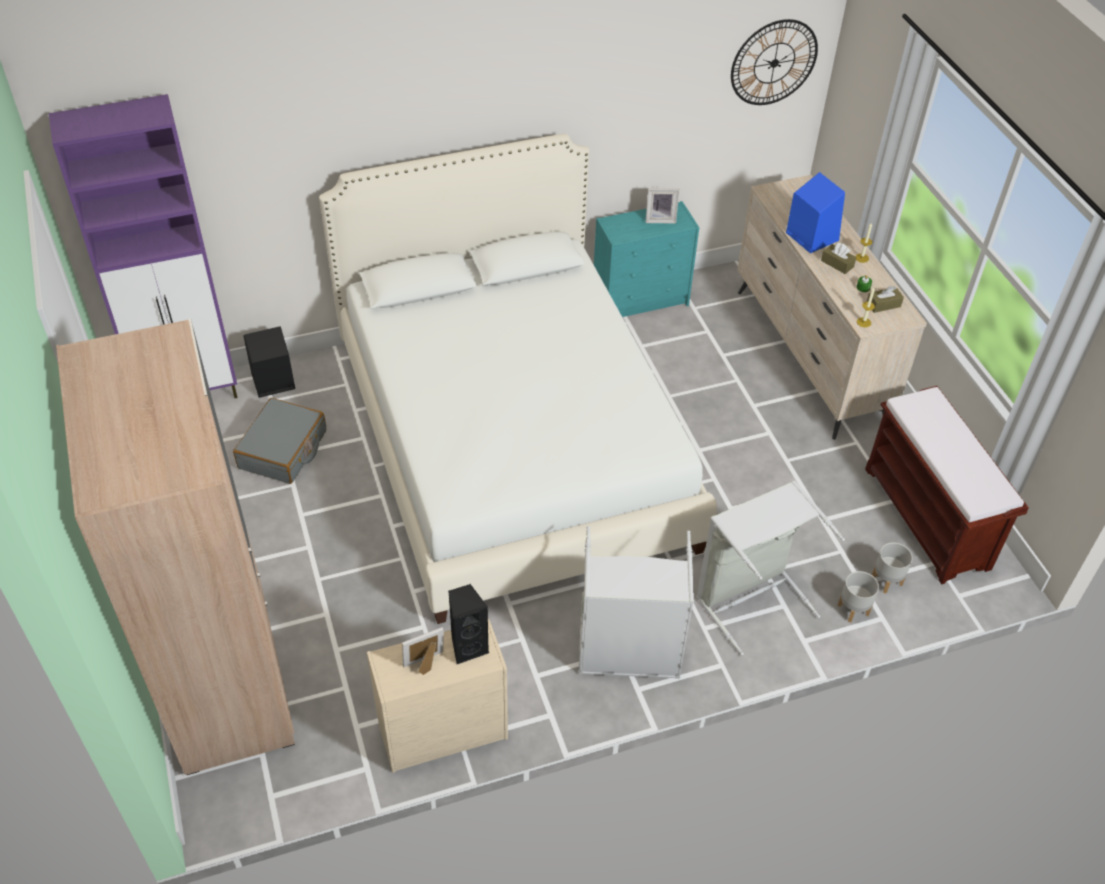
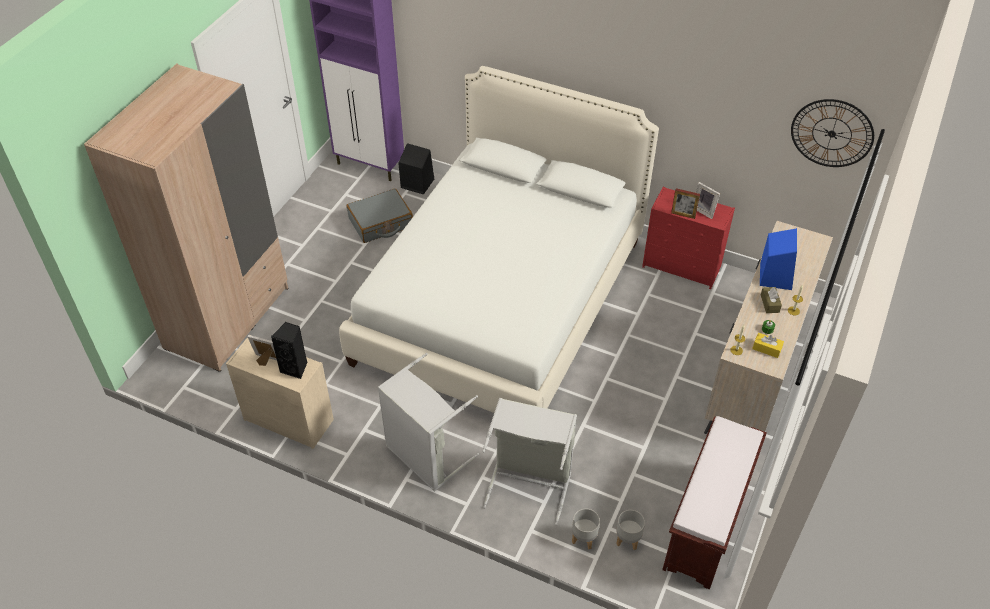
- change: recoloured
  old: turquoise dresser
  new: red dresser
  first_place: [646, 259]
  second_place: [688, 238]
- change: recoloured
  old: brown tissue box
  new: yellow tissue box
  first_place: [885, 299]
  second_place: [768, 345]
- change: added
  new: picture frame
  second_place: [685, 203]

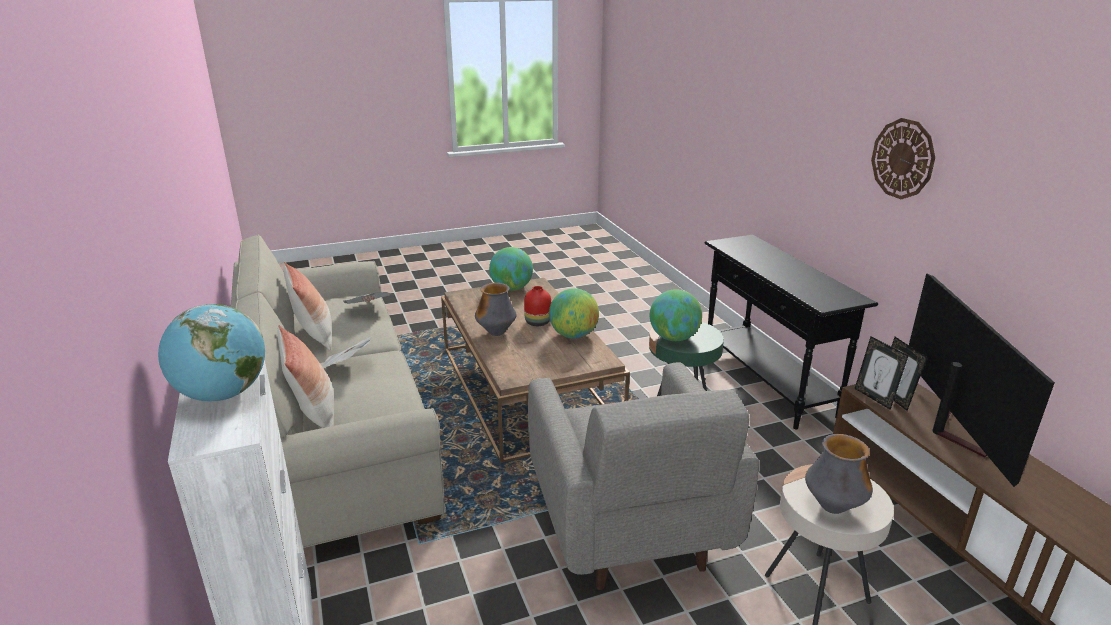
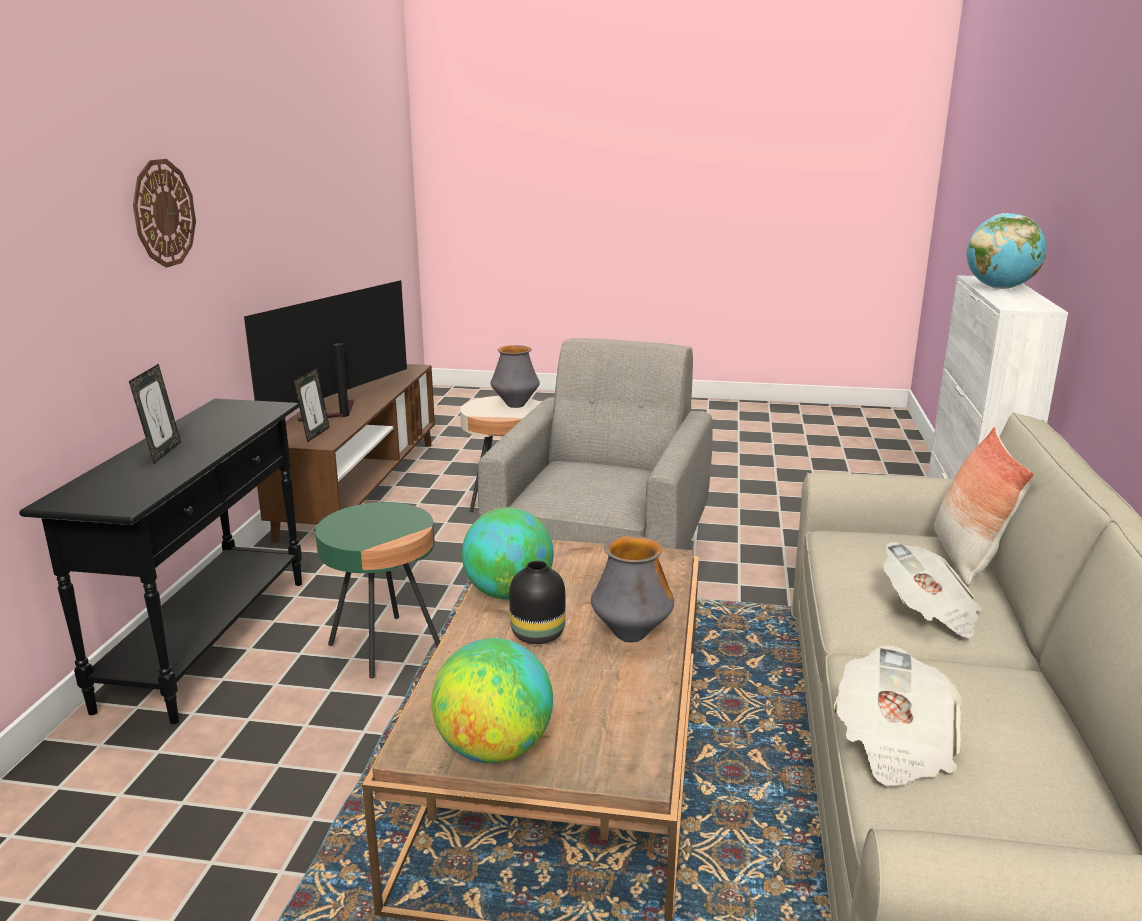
- change: removed
  old: pillow
  first_place: [307, 305]
- change: recoloured
  old: red vase
  new: black vase
  first_place: [537, 306]
  second_place: [537, 602]
- change: removed
  old: globe
  first_place: [676, 315]
- change: moved
  old: picture frame
  first_place: [882, 373]
  second_place: [155, 414]

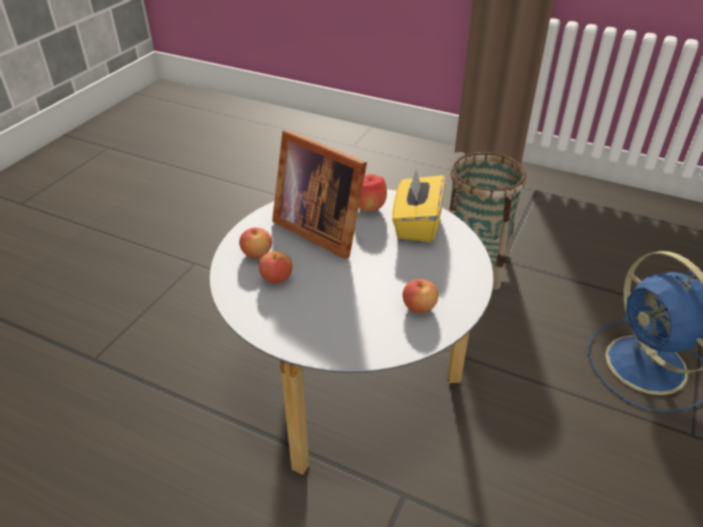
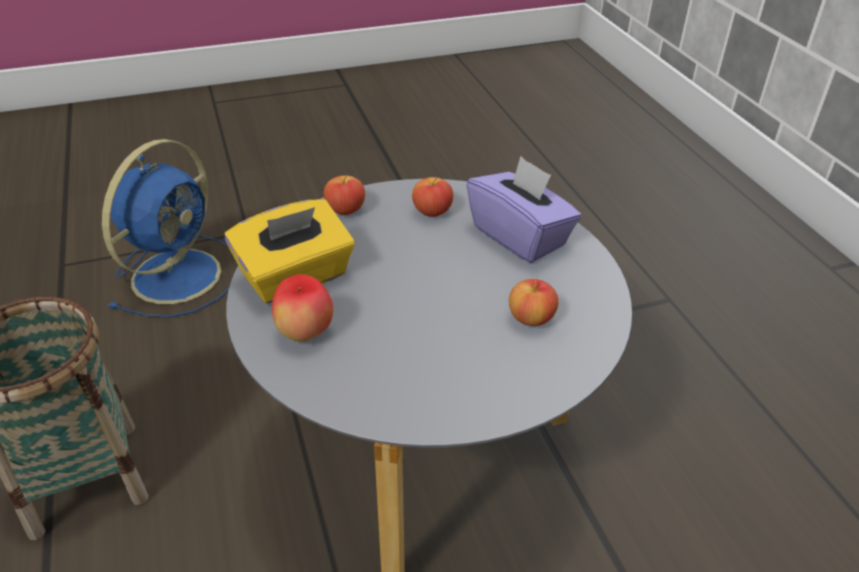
- change: removed
  old: picture frame
  first_place: [319, 194]
- change: moved
  old: apple
  first_place: [255, 243]
  second_place: [344, 195]
- change: added
  new: purple tissue box
  second_place: [524, 209]

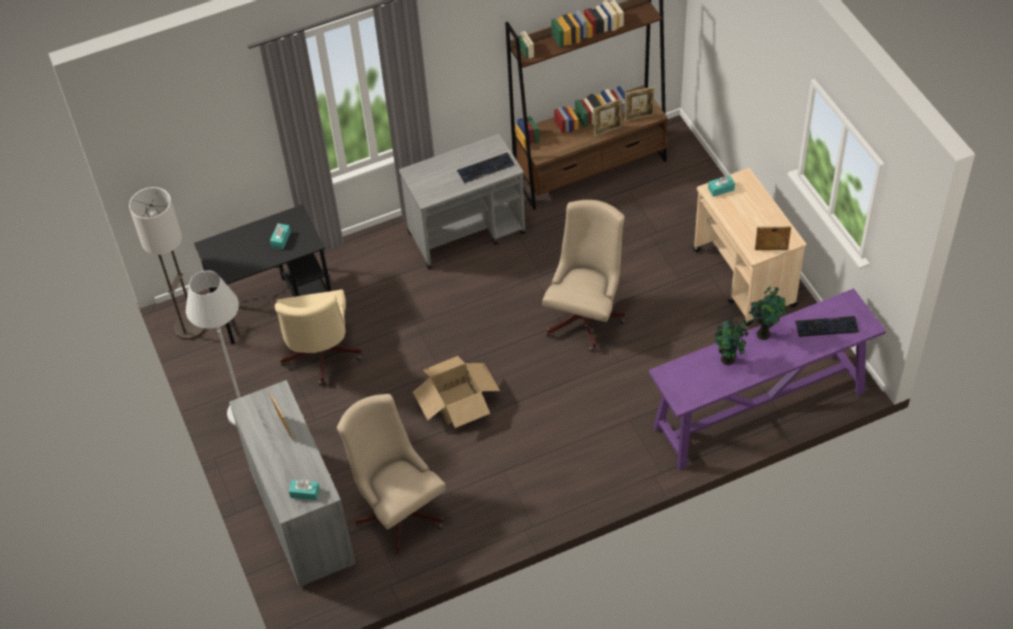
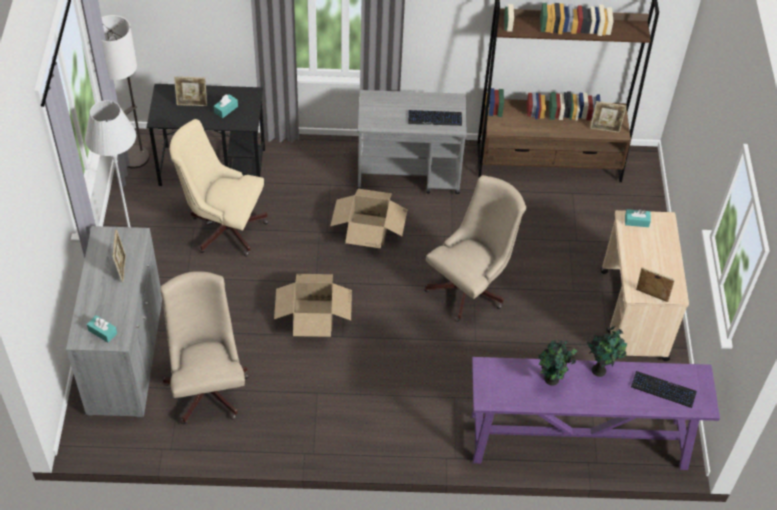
- change: moved
  old: picture frame
  first_place: [607, 117]
  second_place: [190, 91]
- change: turned
  old: beige office chair
  first_place: [318, 337]
  second_place: [219, 187]
  degrees: 90
- change: added
  new: cardboard box
  second_place: [368, 218]

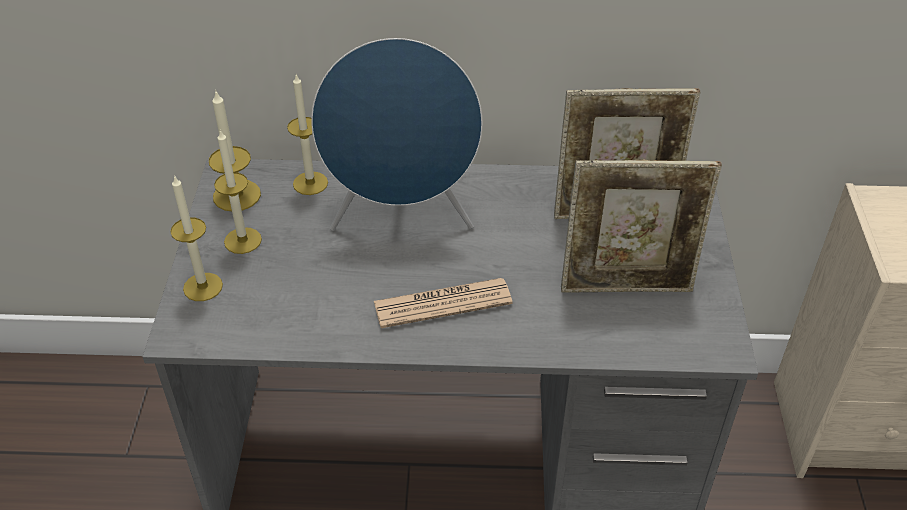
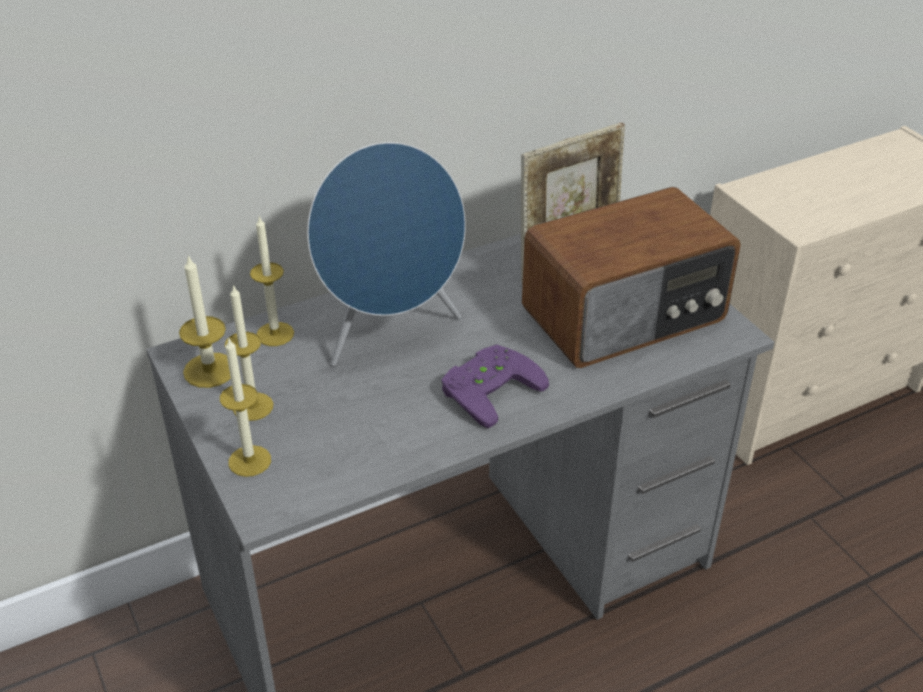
- change: replaced
  old: picture frame
  new: radio
  first_place: [641, 226]
  second_place: [631, 277]
- change: replaced
  old: newspaper
  new: purple game controller
  first_place: [443, 303]
  second_place: [495, 386]

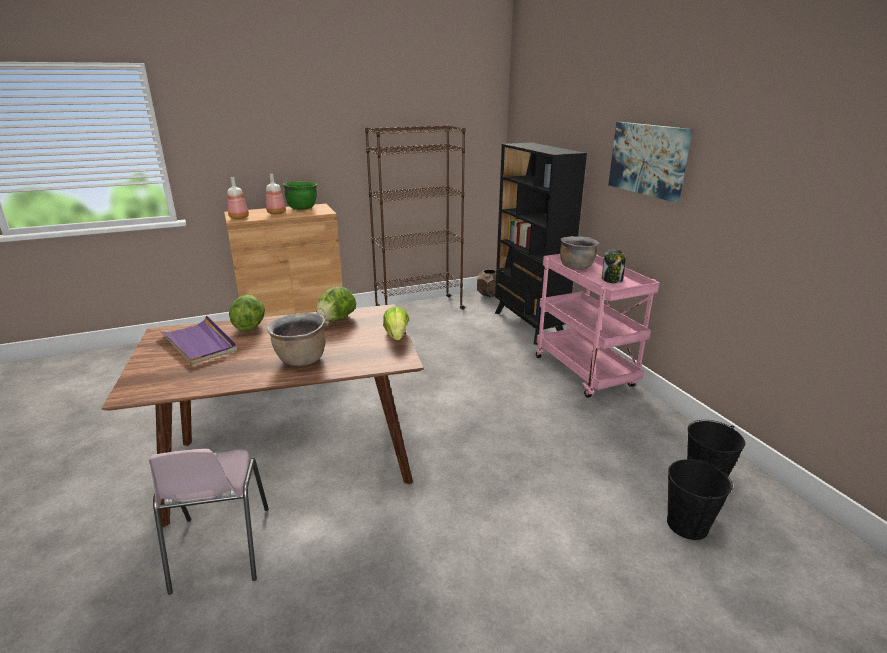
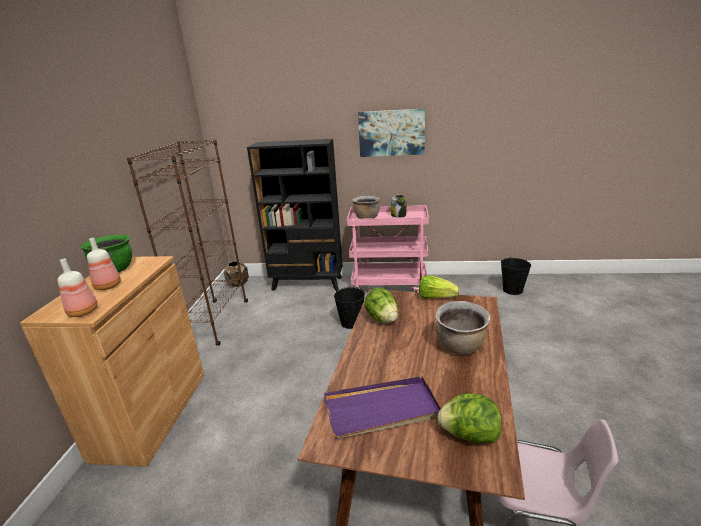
- change: moved
  old: lettuce
  first_place: [247, 313]
  second_place: [469, 418]
- change: moved
  old: black bucket
  first_place: [700, 498]
  second_place: [349, 308]

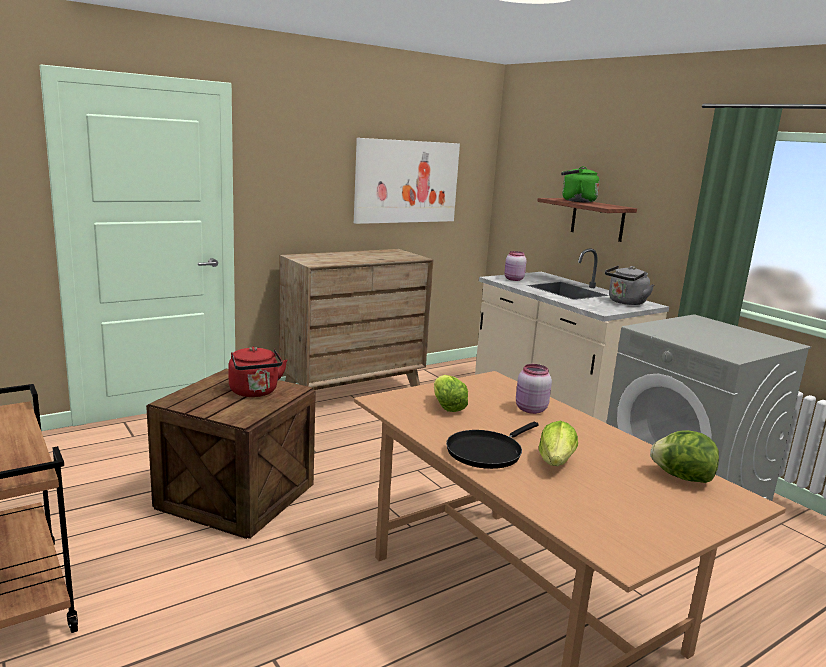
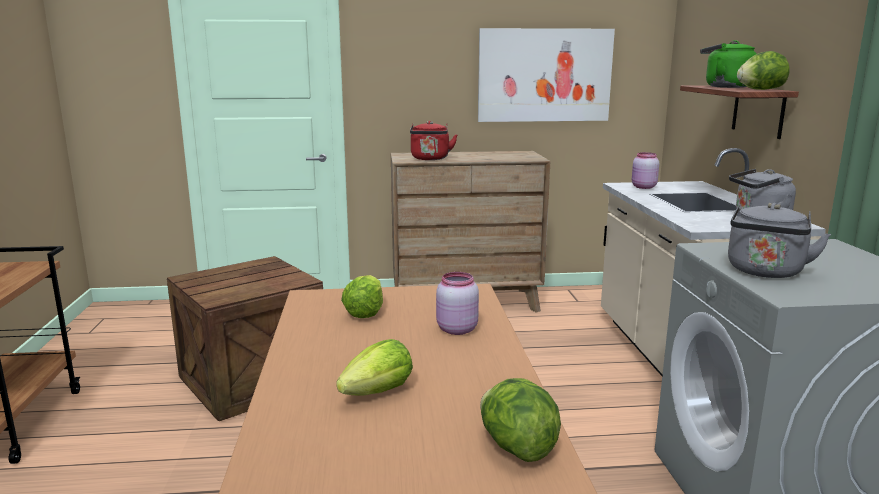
- change: moved
  old: red kettle
  first_place: [257, 372]
  second_place: [434, 140]
- change: removed
  old: black frying pan
  first_place: [492, 445]
- change: added
  new: lettuce
  second_place: [763, 70]
- change: added
  new: grey kettle
  second_place: [779, 240]

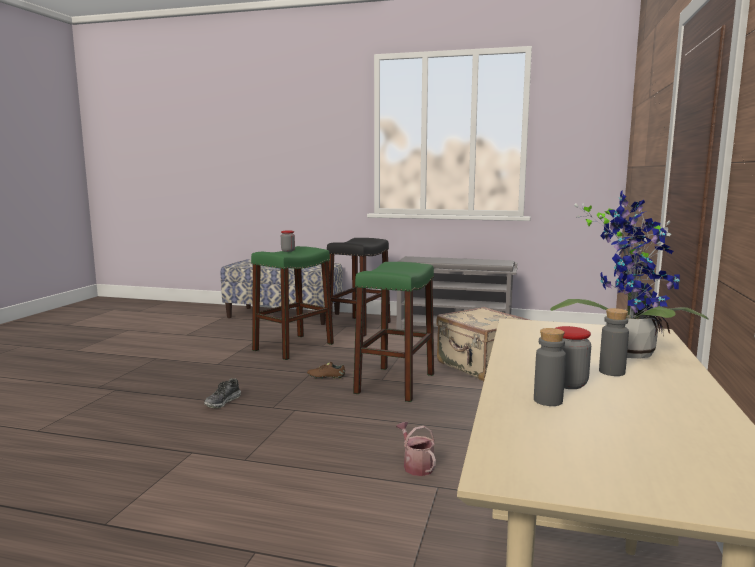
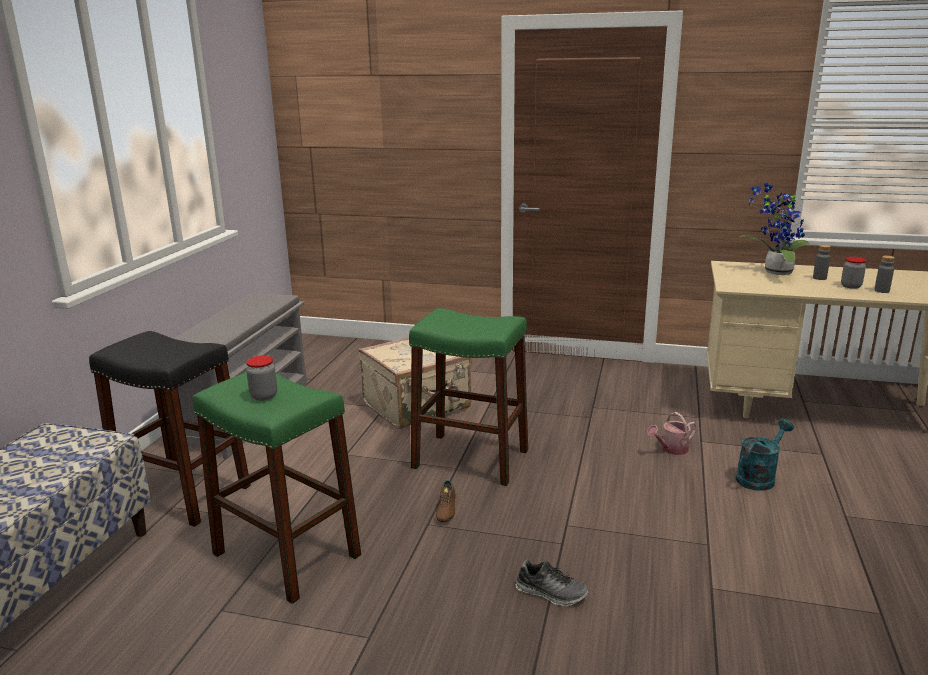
- change: added
  new: turquoise watering can
  second_place: [764, 455]

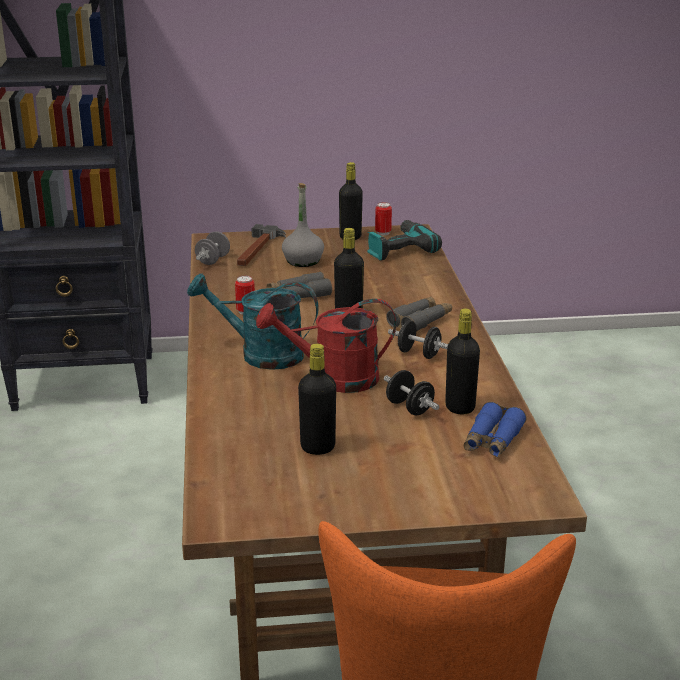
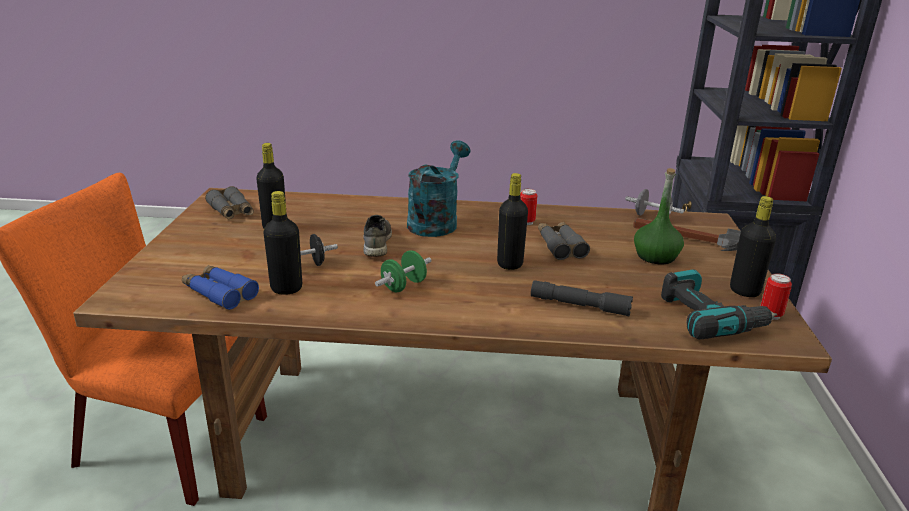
- change: recoloured
  old: grey bottle
  new: green bottle
  first_place: [303, 225]
  second_place: [659, 216]
- change: moved
  old: grey binoculars
  first_place: [419, 314]
  second_place: [229, 203]
- change: replaced
  old: red watering can
  new: grey shoe
  first_place: [326, 346]
  second_place: [377, 236]
- change: recoloured
  old: black dumbbell
  new: green dumbbell
  first_place: [418, 340]
  second_place: [403, 271]
- change: added
  new: grey flashlight
  second_place: [582, 298]

